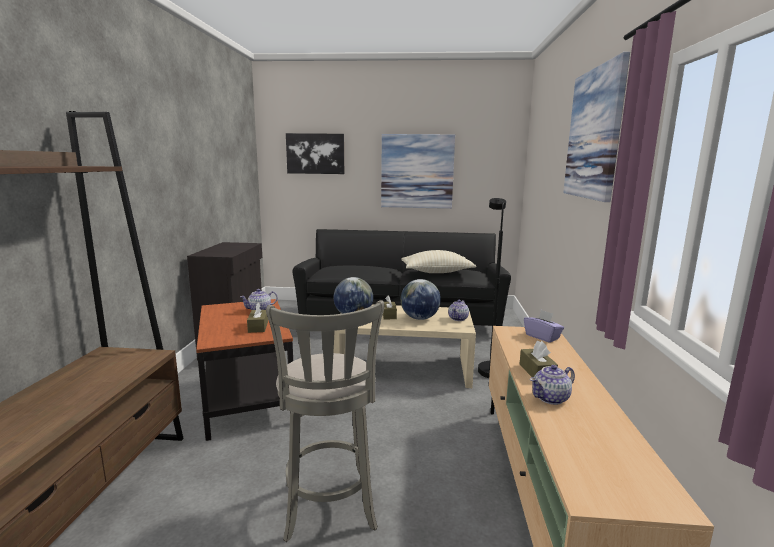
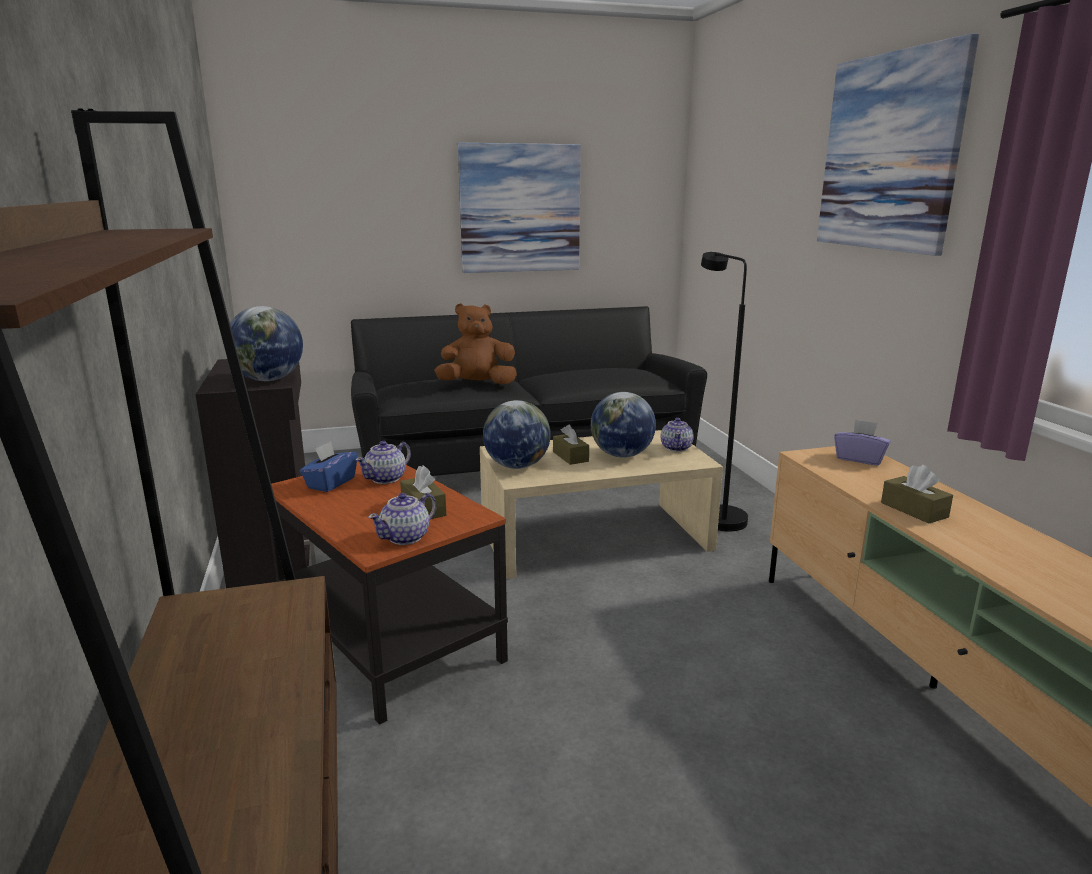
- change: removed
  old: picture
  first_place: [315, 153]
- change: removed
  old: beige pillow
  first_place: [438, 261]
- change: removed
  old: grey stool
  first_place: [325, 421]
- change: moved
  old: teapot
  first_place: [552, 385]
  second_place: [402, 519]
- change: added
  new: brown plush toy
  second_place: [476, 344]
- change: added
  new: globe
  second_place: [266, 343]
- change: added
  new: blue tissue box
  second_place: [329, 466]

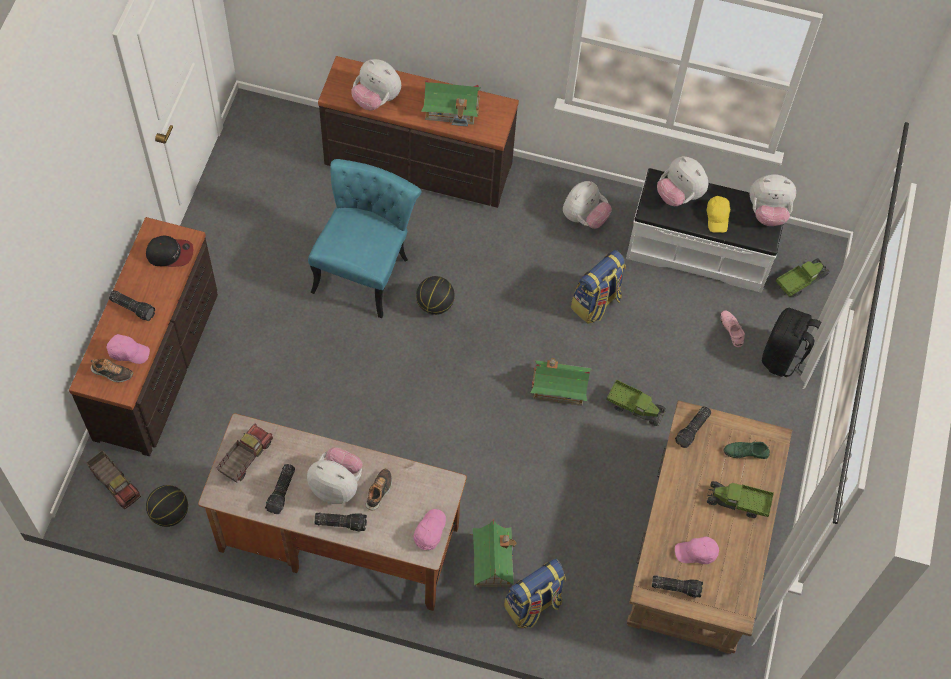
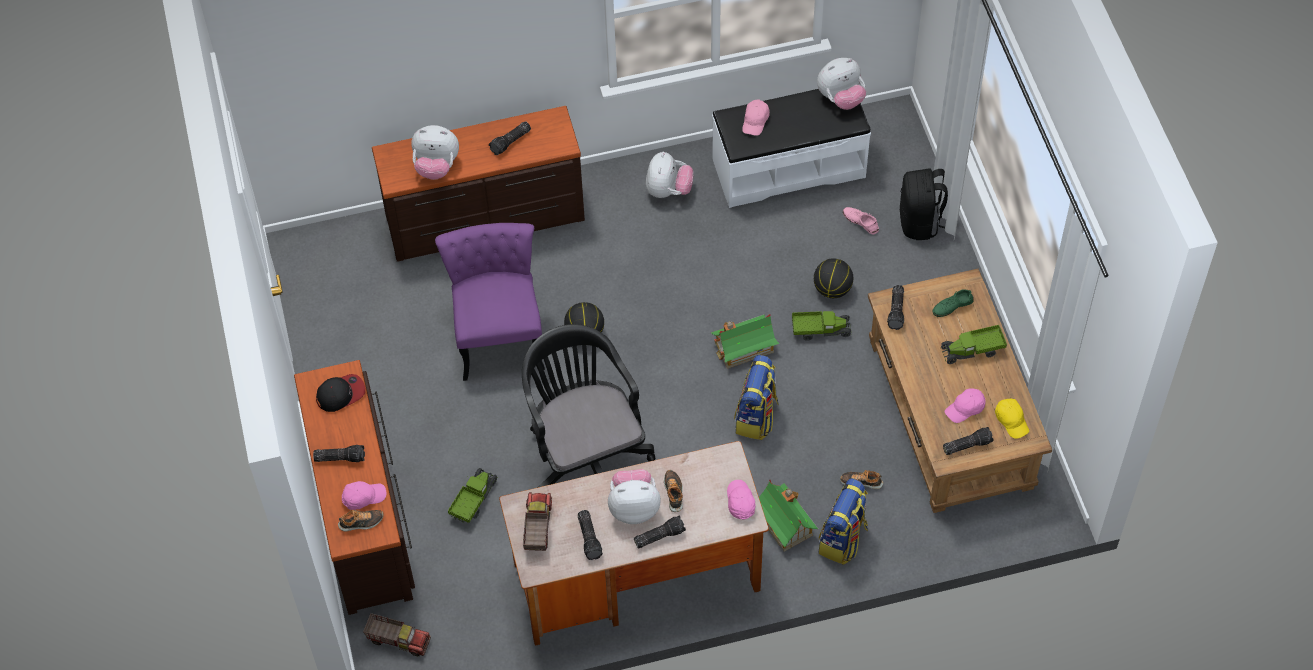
- change: replaced
  old: toy house
  new: flashlight
  first_place: [451, 103]
  second_place: [510, 138]
- change: replaced
  old: plush toy
  new: pink cap
  first_place: [683, 181]
  second_place: [756, 117]
- change: recoloured
  old: turquoise chair
  new: purple chair
  first_place: [365, 238]
  second_place: [490, 302]
- change: moved
  old: yellow cap
  first_place: [718, 214]
  second_place: [1012, 419]
- change: moved
  old: backpack
  first_place: [598, 287]
  second_place: [756, 397]
- change: moved
  old: toy truck
  first_place: [803, 277]
  second_place: [473, 495]
- change: moved
  old: basketball
  first_place: [167, 506]
  second_place: [833, 278]
- change: added
  new: black office chair
  second_place: [589, 406]
- change: added
  new: shoe
  second_place: [861, 479]

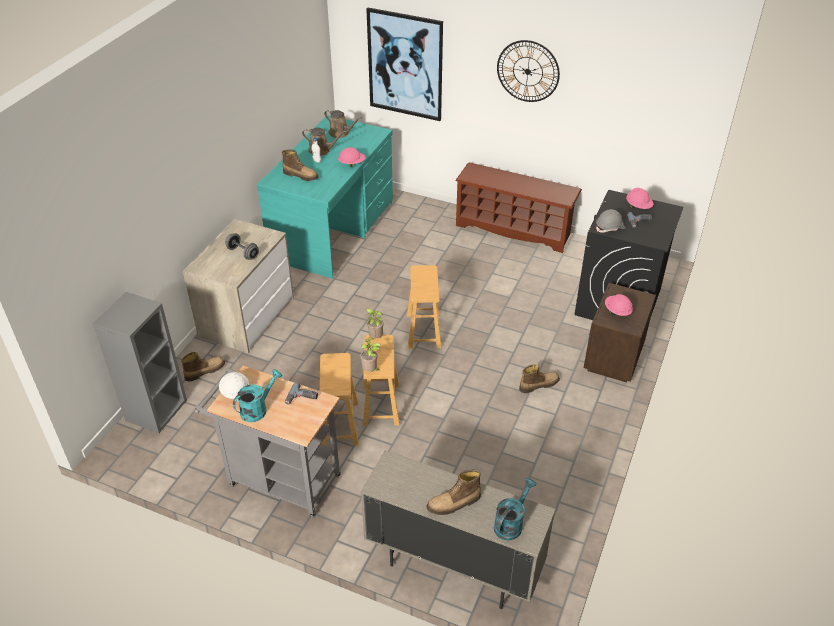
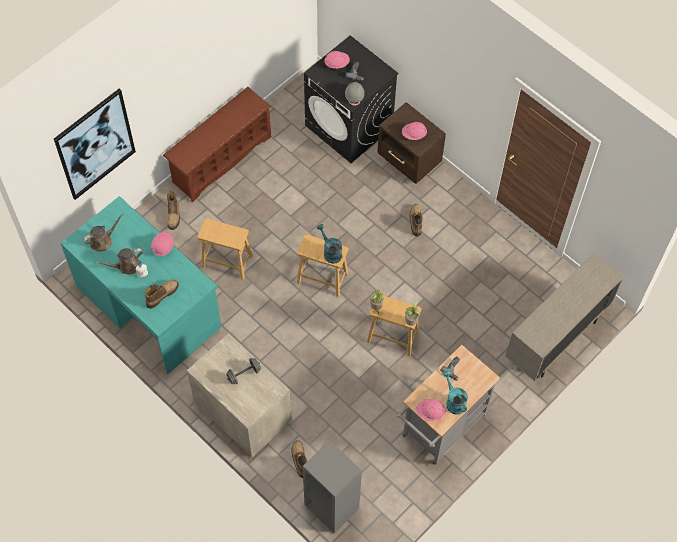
- change: removed
  old: wall clock
  first_place: [528, 71]
- change: turned
  old: brown watering can
  first_place: [324, 142]
  second_place: [119, 261]
  degrees: -150
- change: moved
  old: brown stool
  first_place: [339, 399]
  second_place: [225, 249]
- change: recoloured
  old: white hard hat
  new: pink hard hat
  first_place: [234, 385]
  second_place: [431, 410]
- change: moved
  old: boot
  first_place: [453, 492]
  second_place: [173, 210]
- change: moved
  old: turquoise watering can
  first_place: [515, 509]
  second_place: [329, 244]

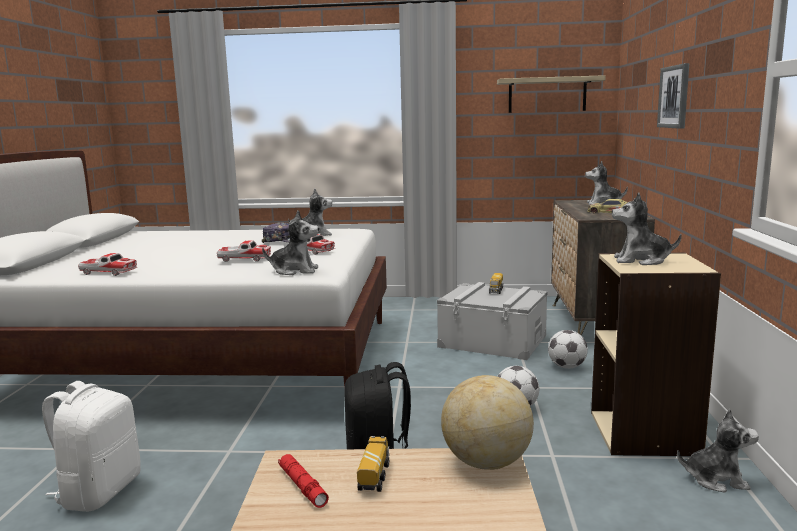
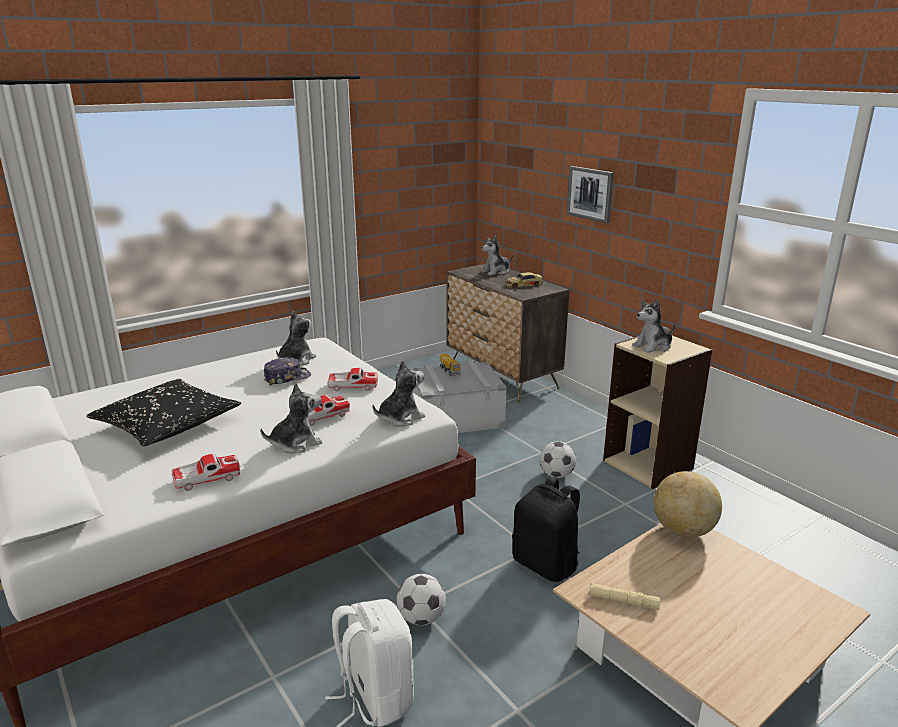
- change: removed
  old: shelf
  first_place: [551, 94]
- change: moved
  old: football
  first_place: [568, 349]
  second_place: [421, 599]
- change: moved
  old: plush toy
  first_place: [718, 451]
  second_place: [291, 417]
- change: removed
  old: toy truck
  first_place: [373, 464]
- change: recoloured
  old: red flashlight
  new: beige flashlight
  first_place: [303, 481]
  second_place: [625, 596]
- change: added
  new: black pillow
  second_place: [163, 412]

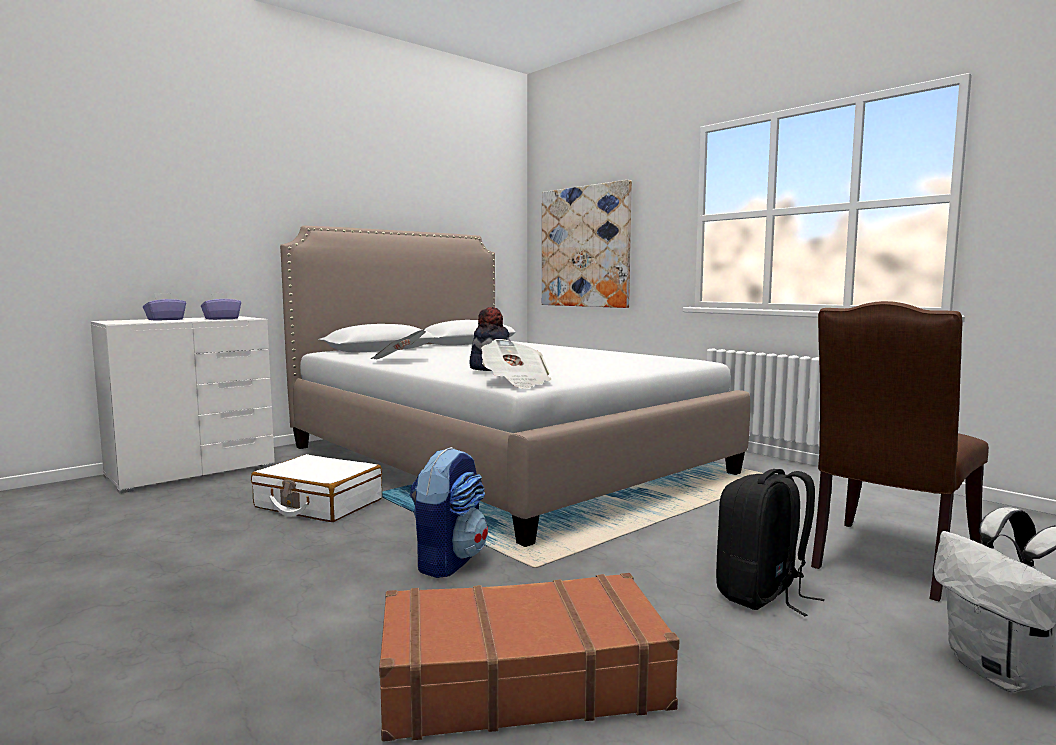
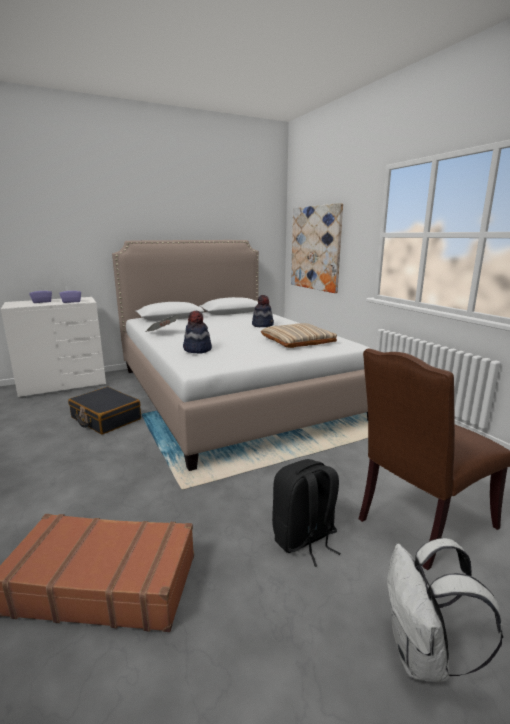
- change: removed
  old: newspaper
  first_place: [516, 363]
- change: removed
  old: backpack
  first_place: [449, 512]
- change: recoloured
  old: white suitcase
  new: black suitcase
  first_place: [316, 488]
  second_place: [104, 411]
- change: added
  new: hat
  second_place: [263, 311]
- change: added
  new: beige pillow
  second_place: [299, 335]

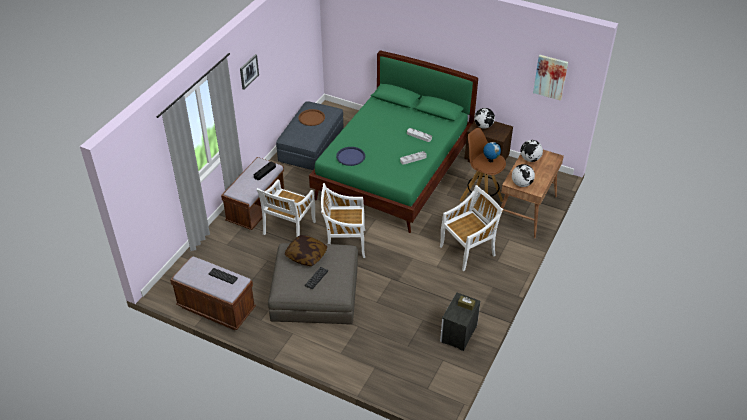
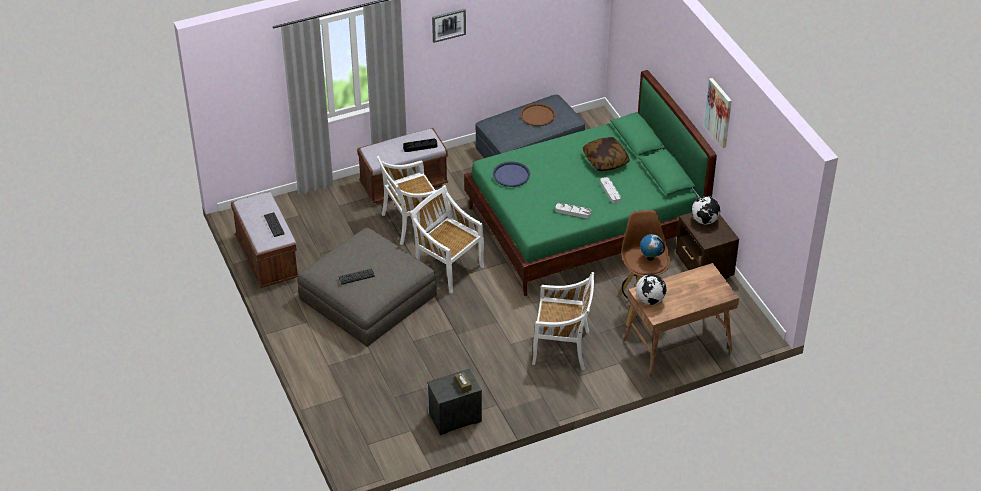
- change: moved
  old: picture
  first_place: [550, 78]
  second_place: [718, 113]
- change: removed
  old: globe
  first_place: [532, 151]
- change: moved
  old: pillow
  first_place: [306, 250]
  second_place: [606, 154]

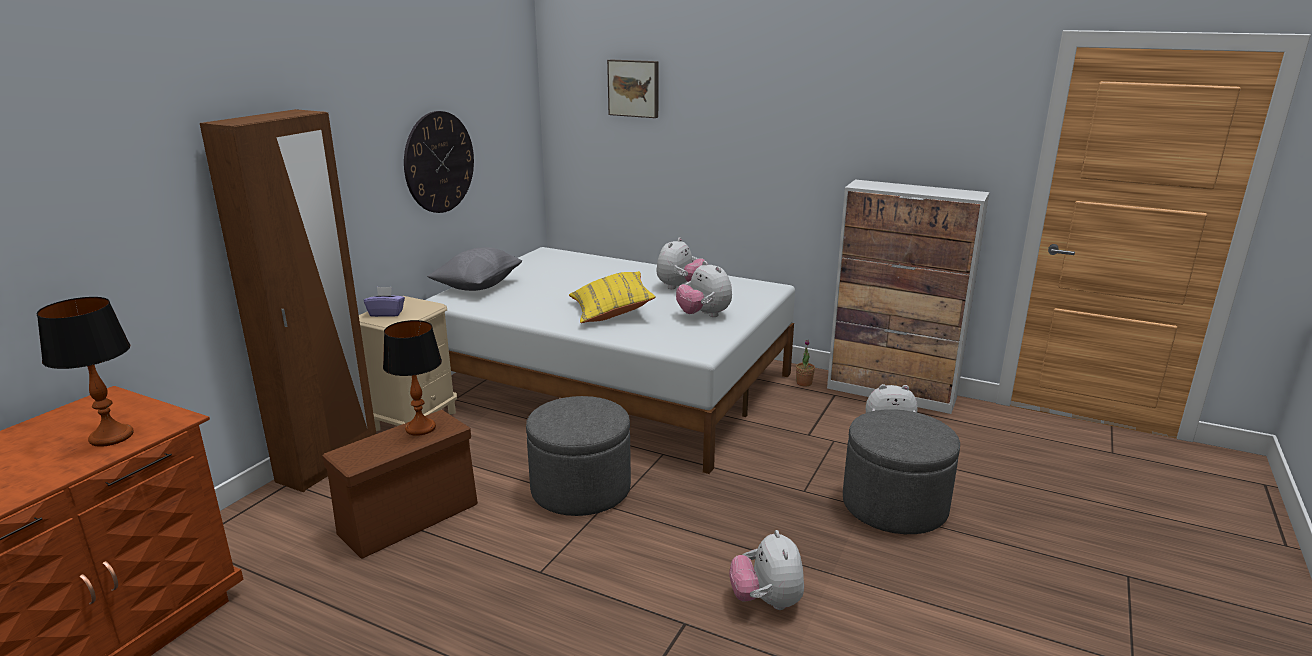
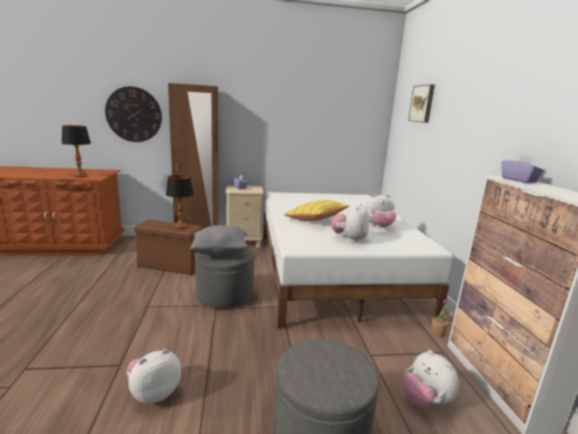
- change: moved
  old: wall clock
  first_place: [439, 162]
  second_place: [133, 114]
- change: moved
  old: grey pillow
  first_place: [474, 269]
  second_place: [219, 240]
- change: added
  new: purple tissue box
  second_place: [523, 169]

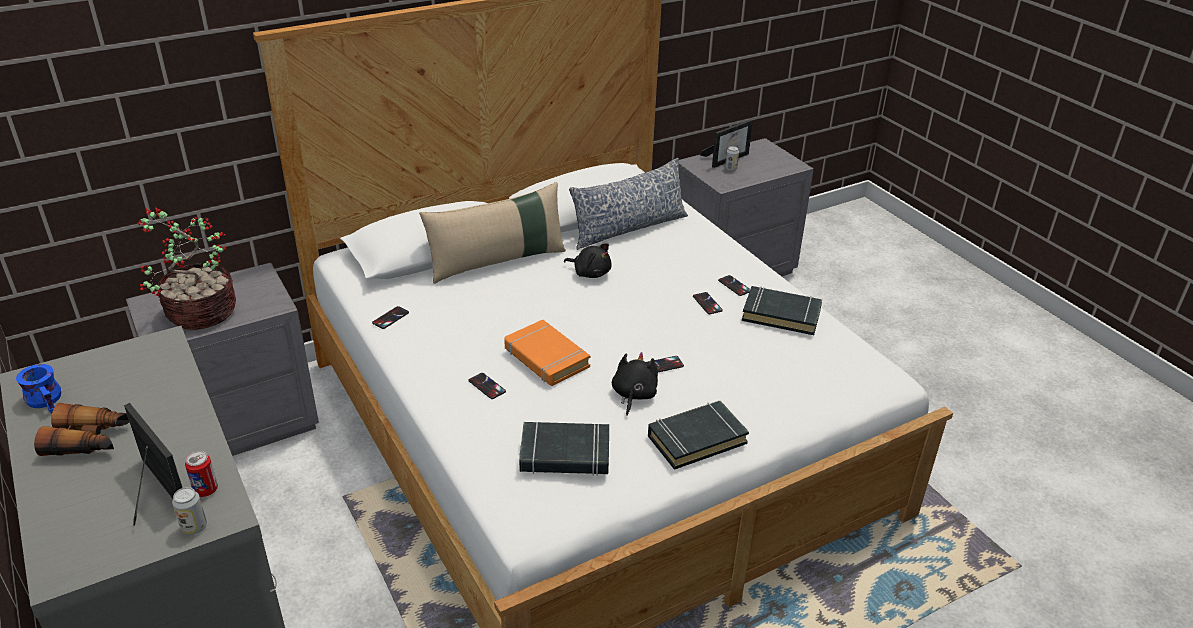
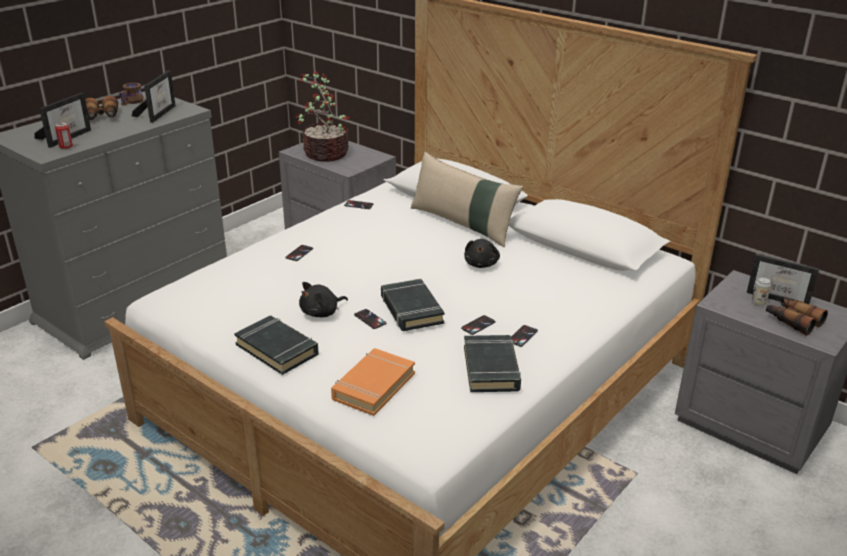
- change: removed
  old: pillow
  first_place: [628, 204]
- change: moved
  old: orange book
  first_place: [547, 353]
  second_place: [373, 382]
- change: turned
  old: black plush toy
  first_place: [635, 384]
  second_place: [323, 299]
  degrees: 150
- change: recoloured
  old: blue mug
  new: brown mug
  first_place: [38, 389]
  second_place: [131, 94]
- change: moved
  old: black book
  first_place: [564, 449]
  second_place: [412, 305]
- change: removed
  old: can
  first_place: [189, 511]
- change: added
  new: picture frame
  second_place: [154, 97]
- change: added
  new: binoculars
  second_place: [797, 316]

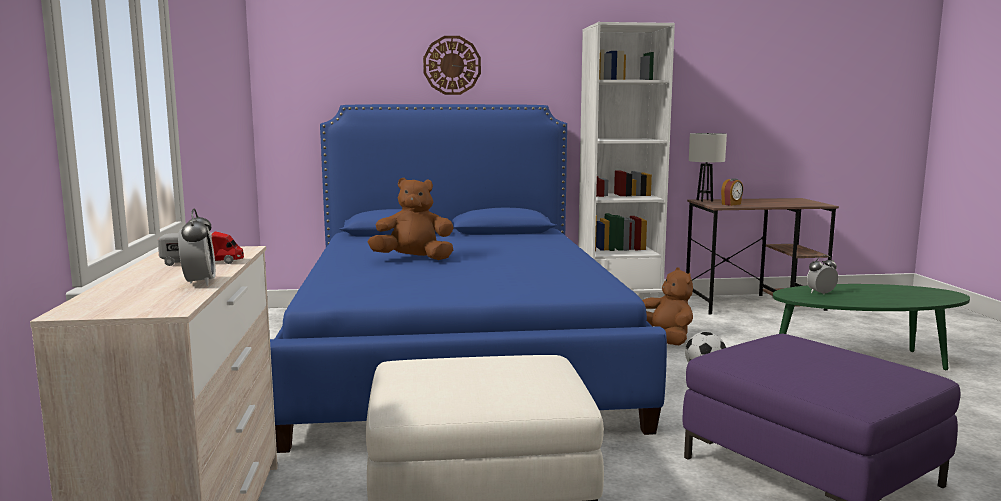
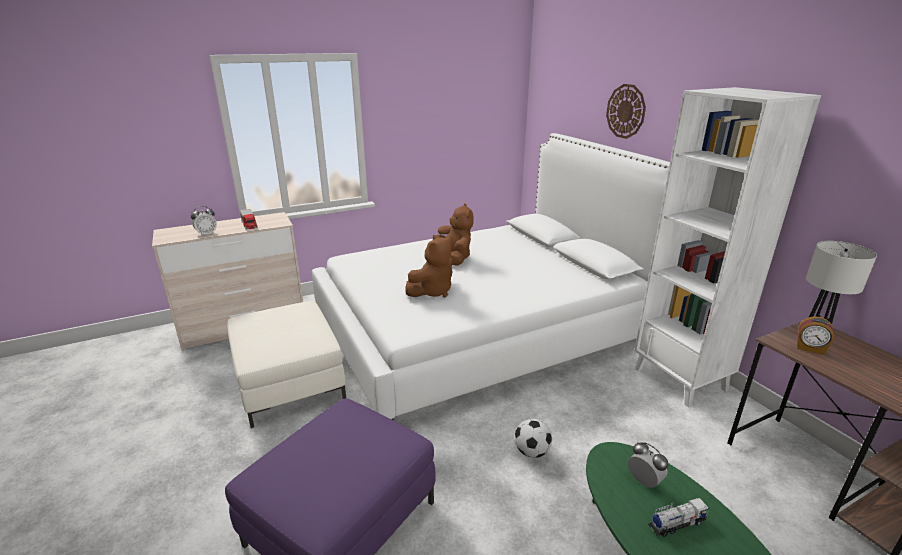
- change: recoloured
  old: blue bed
  new: white bed
  first_place: [468, 278]
  second_place: [491, 277]
- change: moved
  old: brown plush toy
  first_place: [667, 306]
  second_place: [429, 267]
- change: added
  new: toy truck
  second_place: [678, 517]

